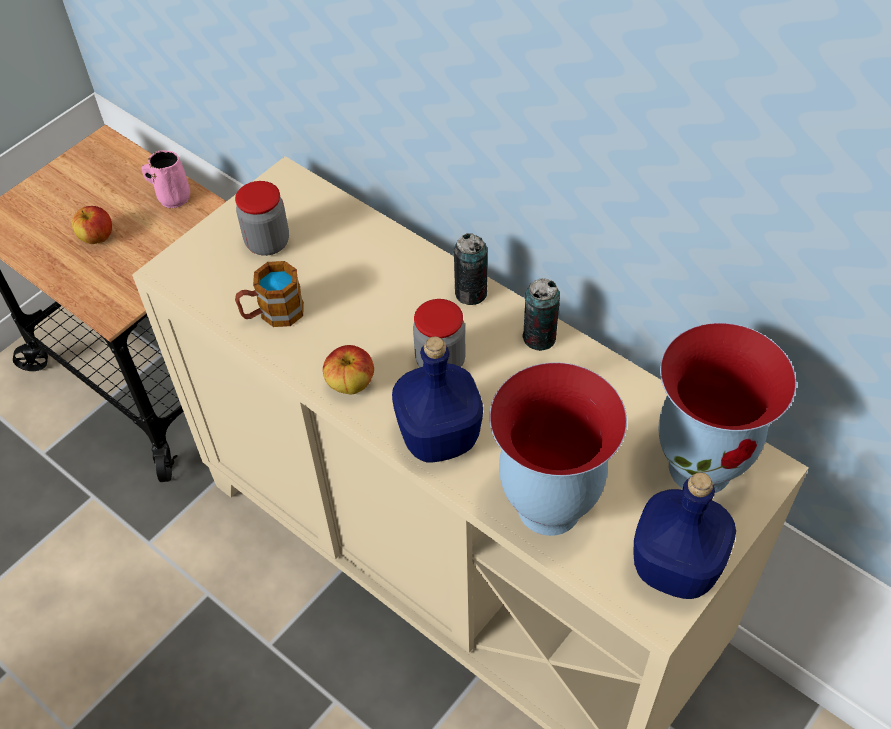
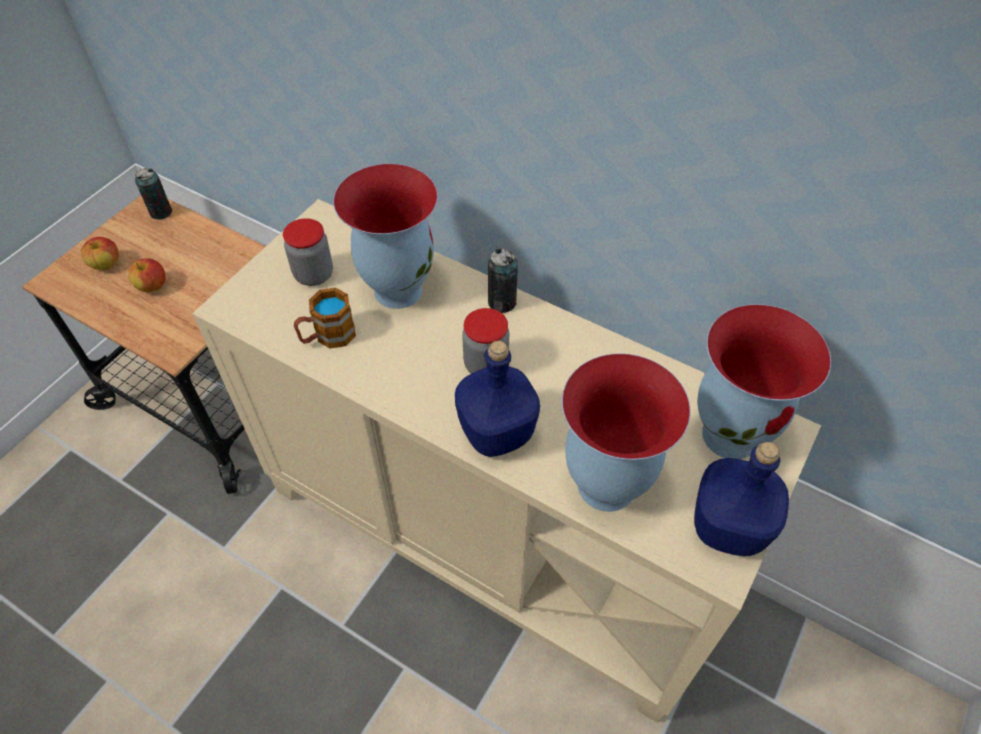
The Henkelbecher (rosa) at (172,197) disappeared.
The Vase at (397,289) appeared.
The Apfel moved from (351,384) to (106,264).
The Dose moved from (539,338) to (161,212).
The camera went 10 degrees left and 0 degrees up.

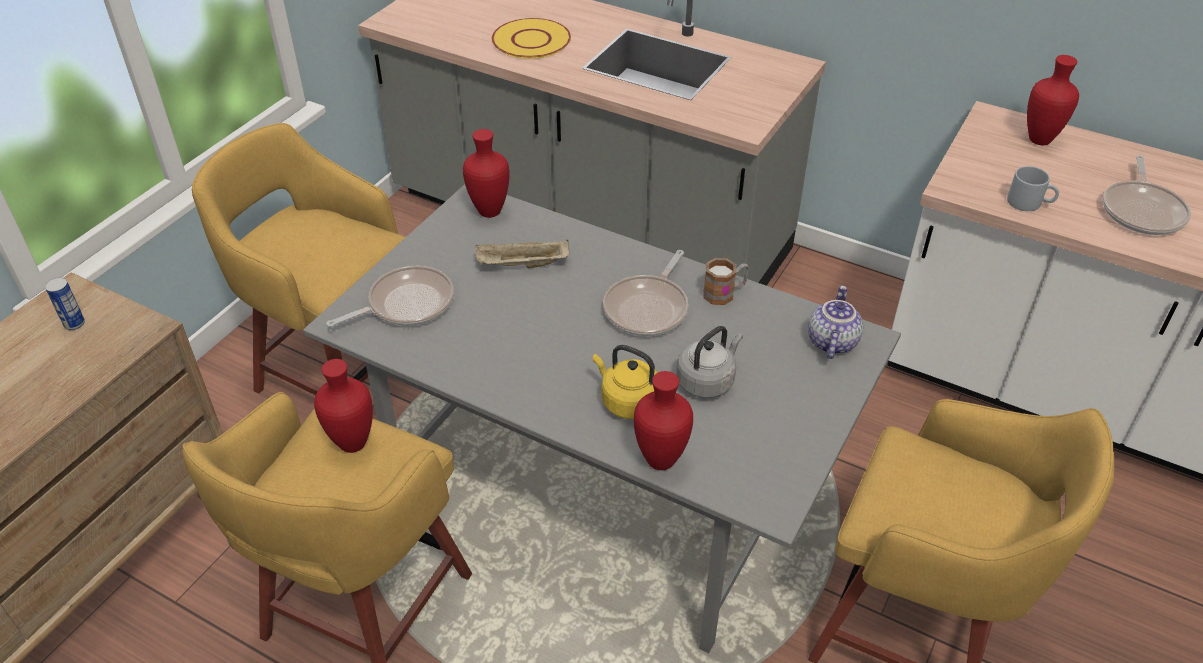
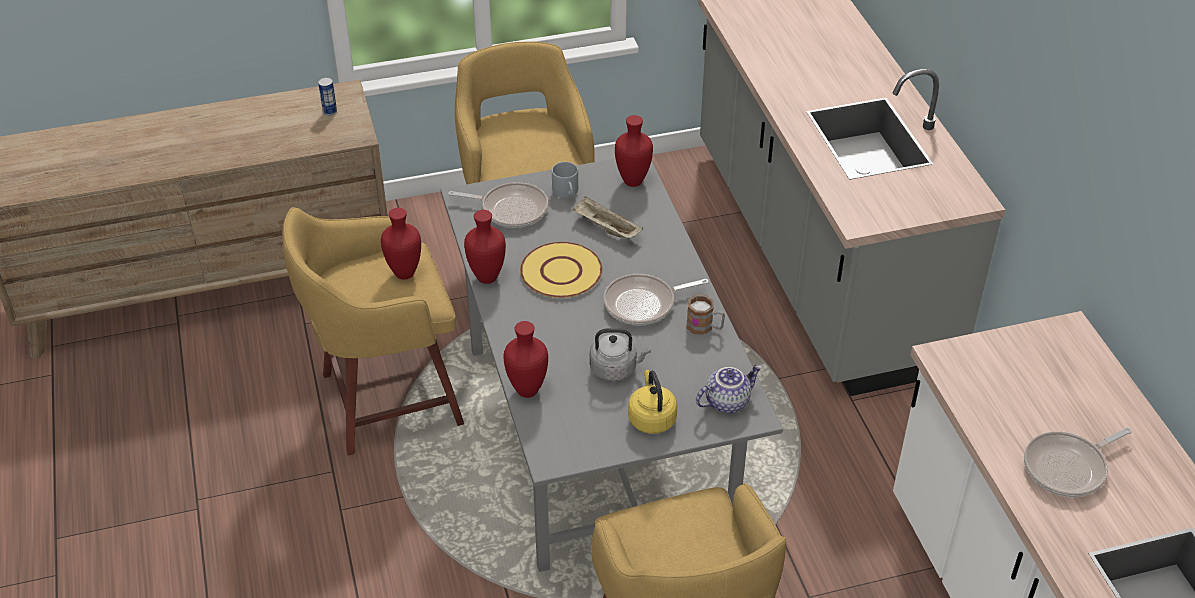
The Teller (gelb) moved from (531,40) to (561,271).
The Wasserkessel (gelb) moved from (627,401) to (651,418).
The Henkelbecher (grau) moved from (1030,203) to (567,192).
The Vase (rot) moved from (1039,139) to (488,277).
The camera went 45 degrees right and 0 degrees up.

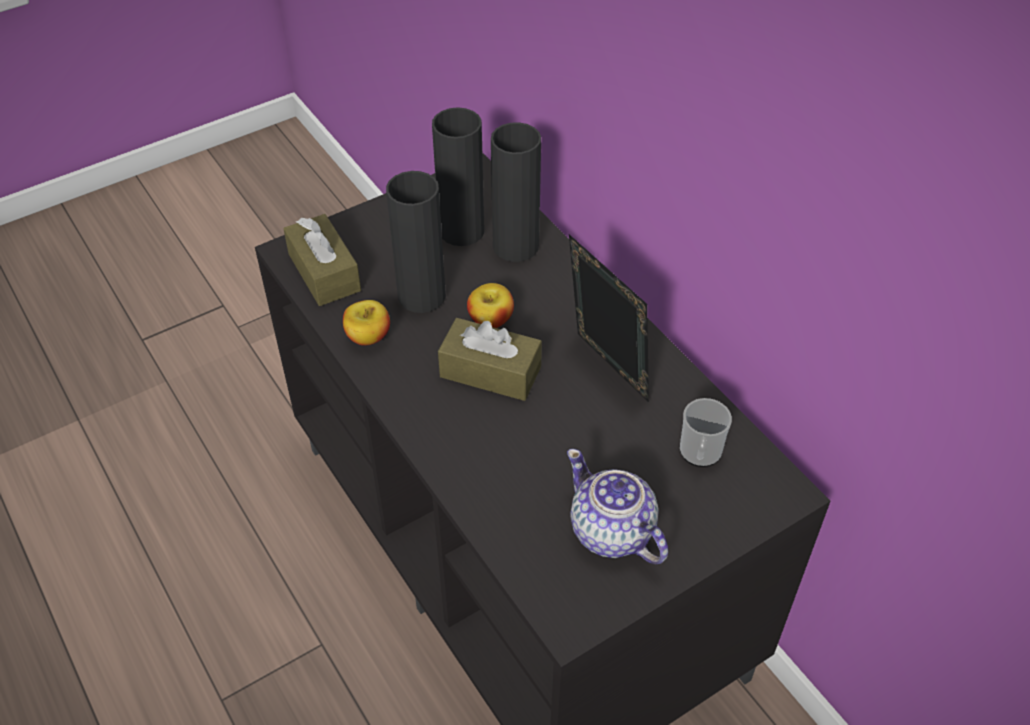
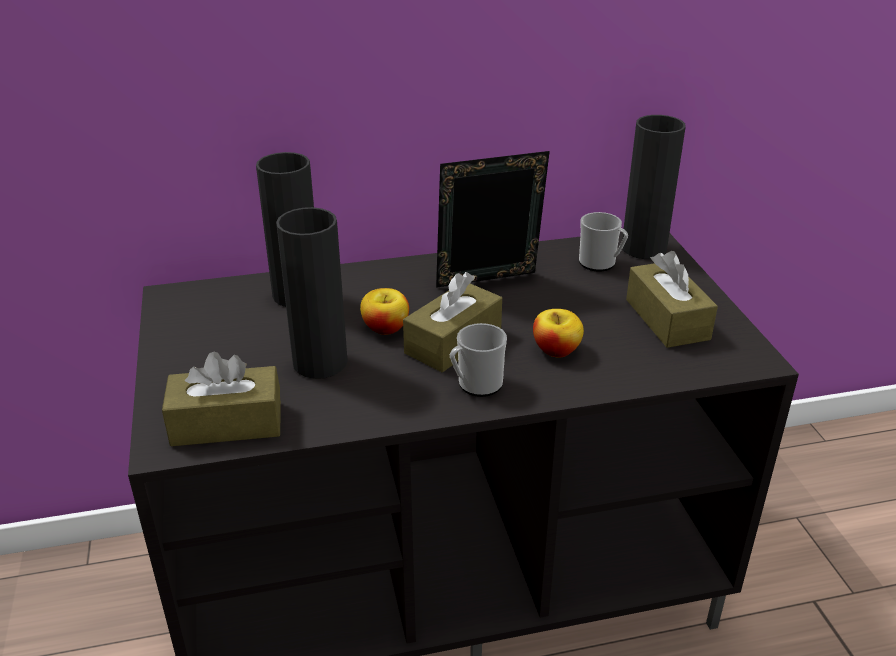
The Henkelbecher at (476,385) appeared.
The Apfel moved from (368,337) to (556,350).
The Vase (schwarz) moved from (461,231) to (643,248).
The Teekanne at (612,532) was replaced by the Taschentuchbox (braun) at (667,319).
The camera went 70 degrees left and 15 degrees down.

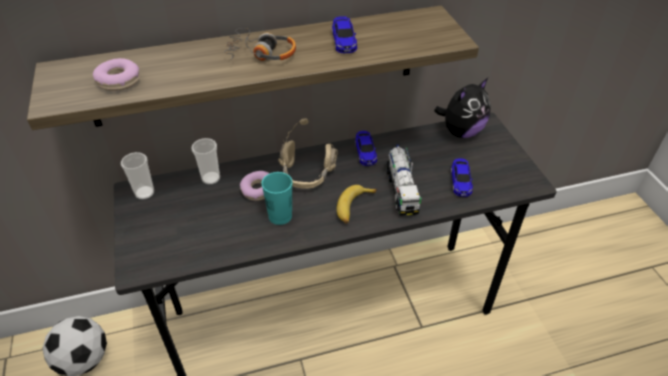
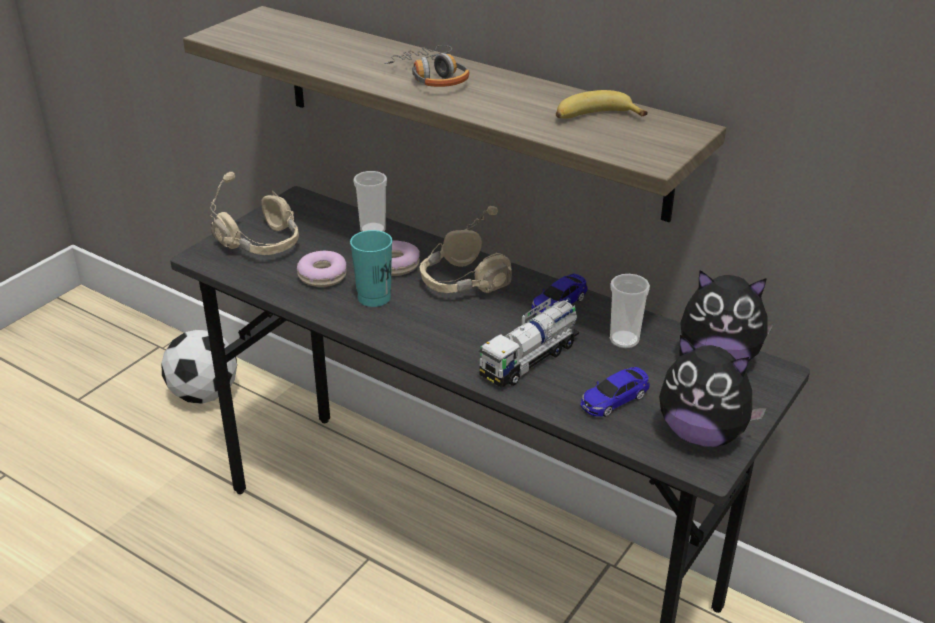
The Spielzeugauto at (344,41) disappeared.
The Kopfhörer (beige) at (263,244) appeared.
The Plüschtier at (702,434) appeared.
The Donut moved from (118,81) to (322,276).
The Tasse moved from (144,193) to (624,340).
The Banane moved from (353,207) to (595,117).
The camera went 50 degrees right and 10 degrees down.

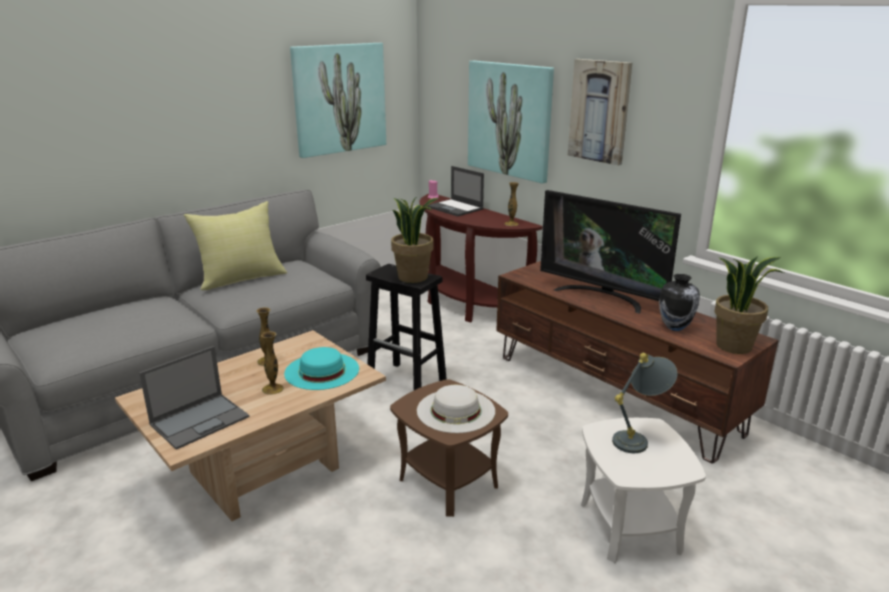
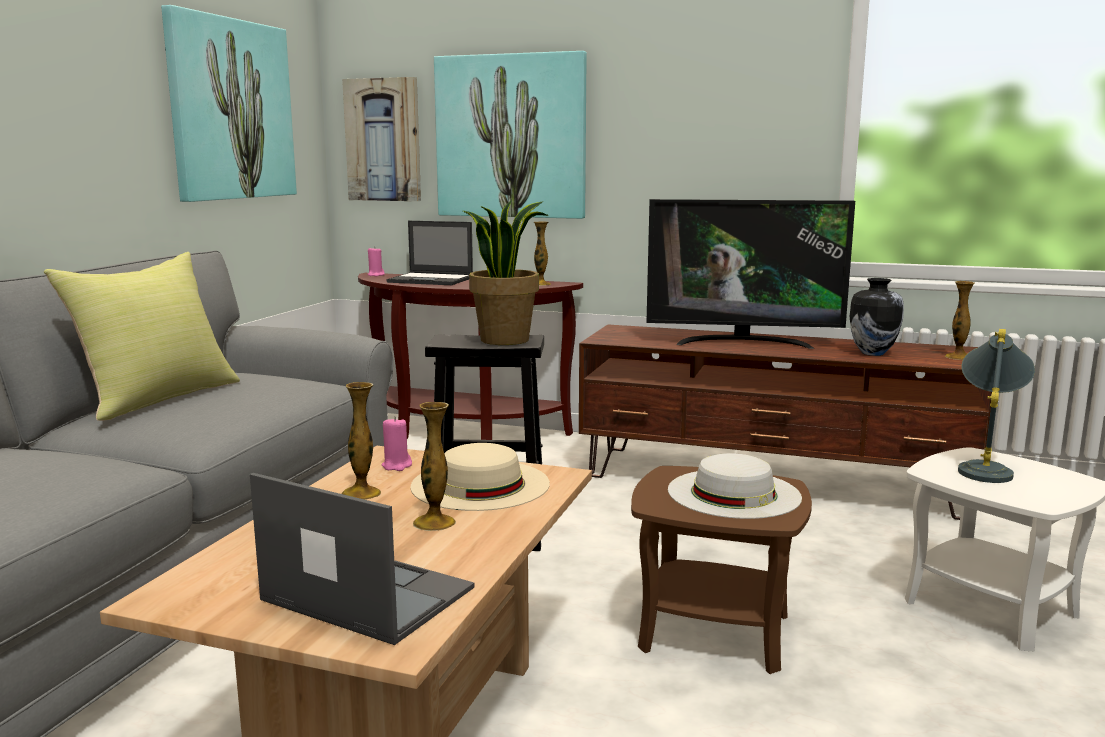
The Kerze (rosa) at (397,466) appeared.
The Bild moved from (599,111) to (383,140).
The Topfpflanze at (734,346) was replaced by the Vase at (958,357).
The Hut (türkis) at (322,371) became the Hut (beige) at (480,484).
The Laptop at (200,420) turned 75 degrees counterclockwise.
The camera went 30 degrees left and 10 degrees down.

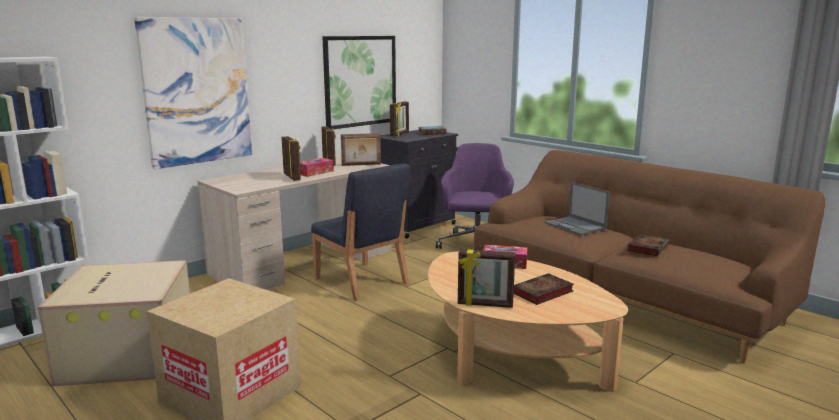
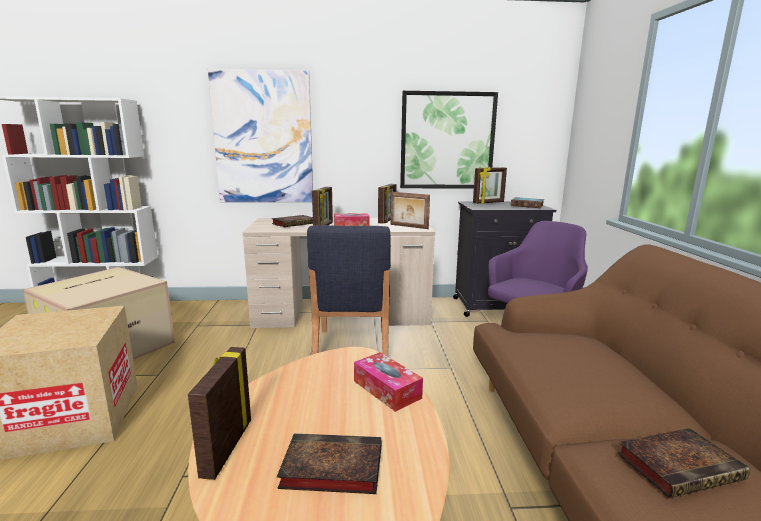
The Laptop at (575,226) disappeared.
The Buch at (294,223) appeared.
The Bilderrahmen at (485,305) turned 45 degrees clockwise.
The camera went 40 degrees right and 0 degrees up.

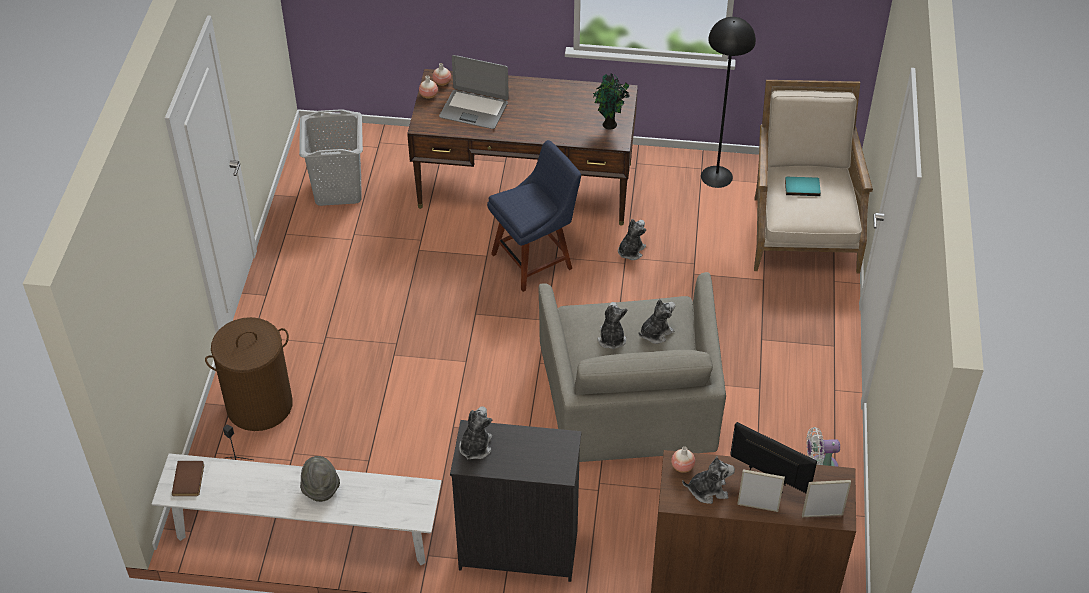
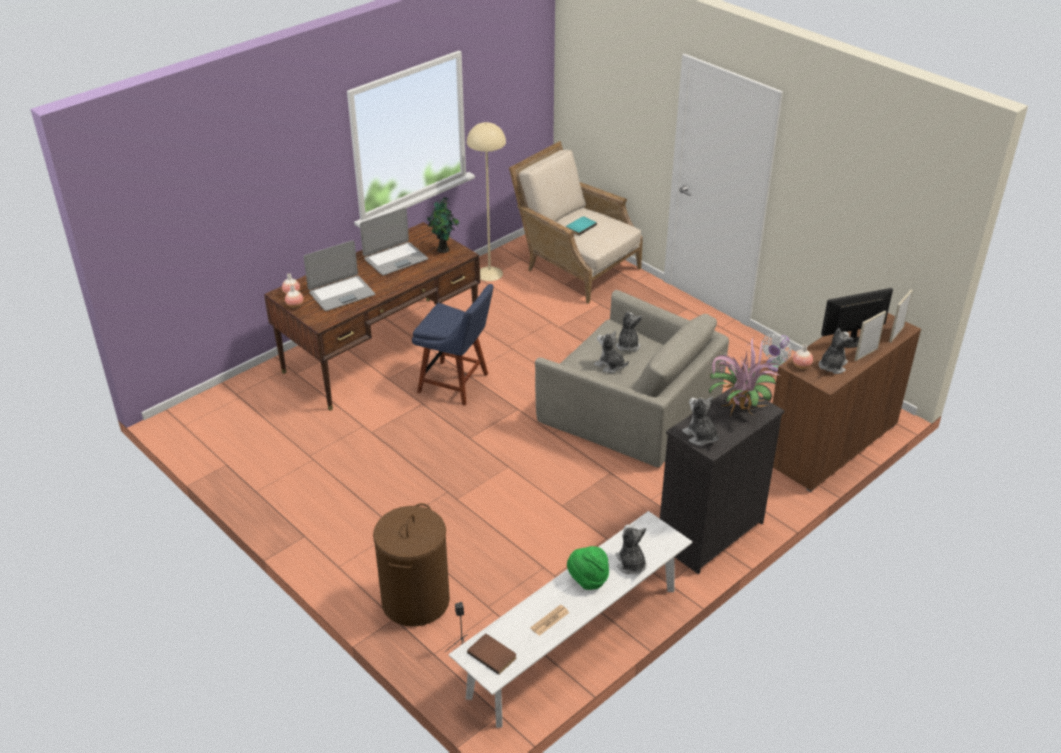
The Wäschekorb (grau) at (338,189) disappeared.
The Laptop at (395,259) appeared.
The Zeitung at (549,620) appeared.
The Topfpflanze at (738,409) appeared.
The Plüschtier moved from (630,251) to (630,564).
The Hut (grau) at (320,488) became the Hut (grün) at (588,579).
The Stehlampe (schwarz) at (716,176) became the Stehlampe (beige) at (489,273).
The Stuhl (blau) at (535,259) turned 105 degrees clockwise.
The camera went 50 degrees left and 10 degrees down.

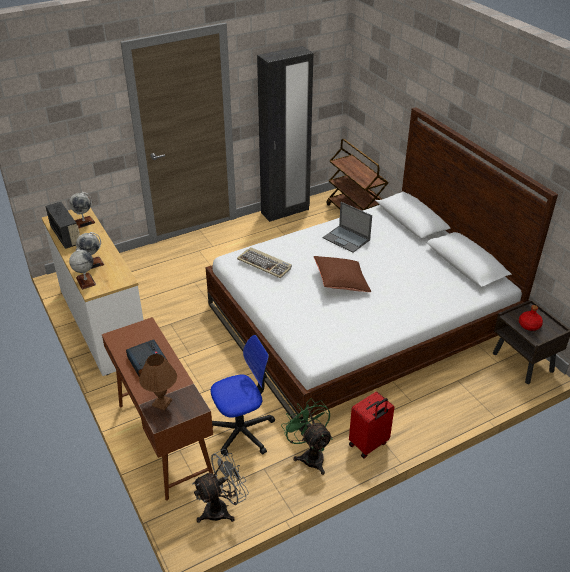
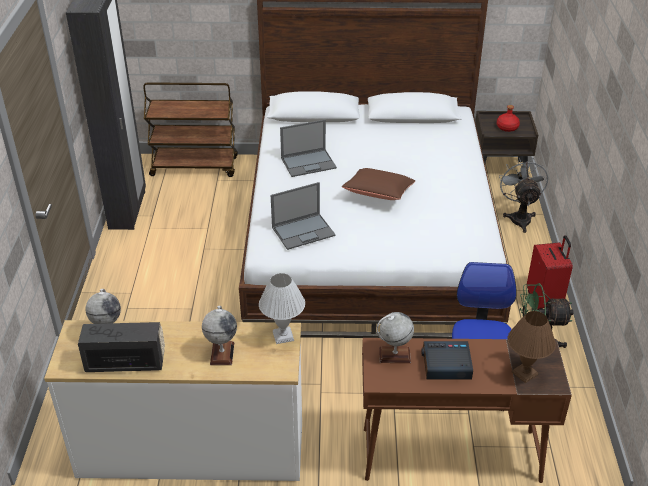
The Tischlampe (weiß) at (283,336) appeared.
The Globus moved from (85,281) to (394,355).
The Ventilator (grau) moved from (222,508) to (519,217).
The Tastatur at (265,264) was replaced by the Laptop at (304,231).
The camera went 60 degrees left and 0 degrees up.

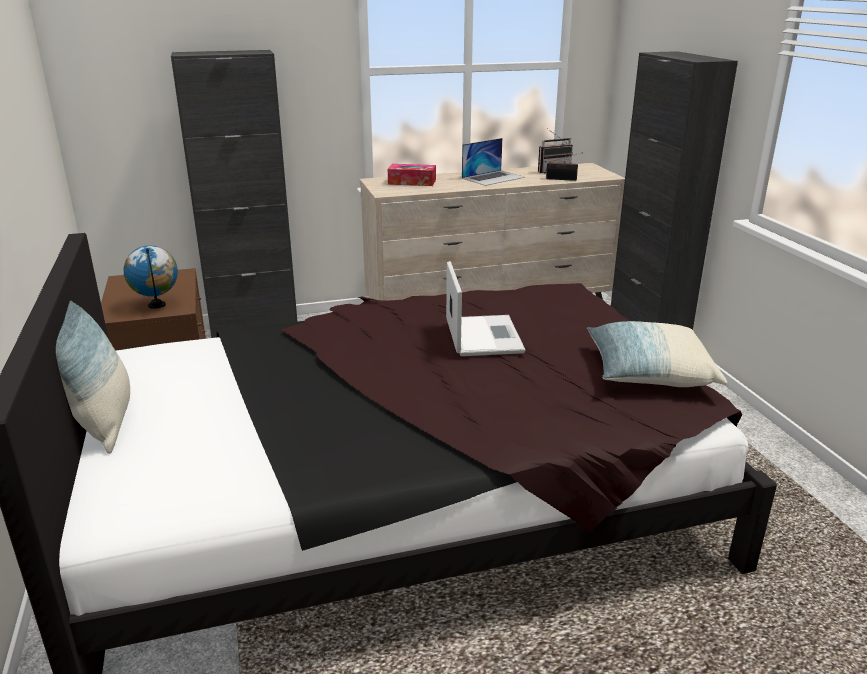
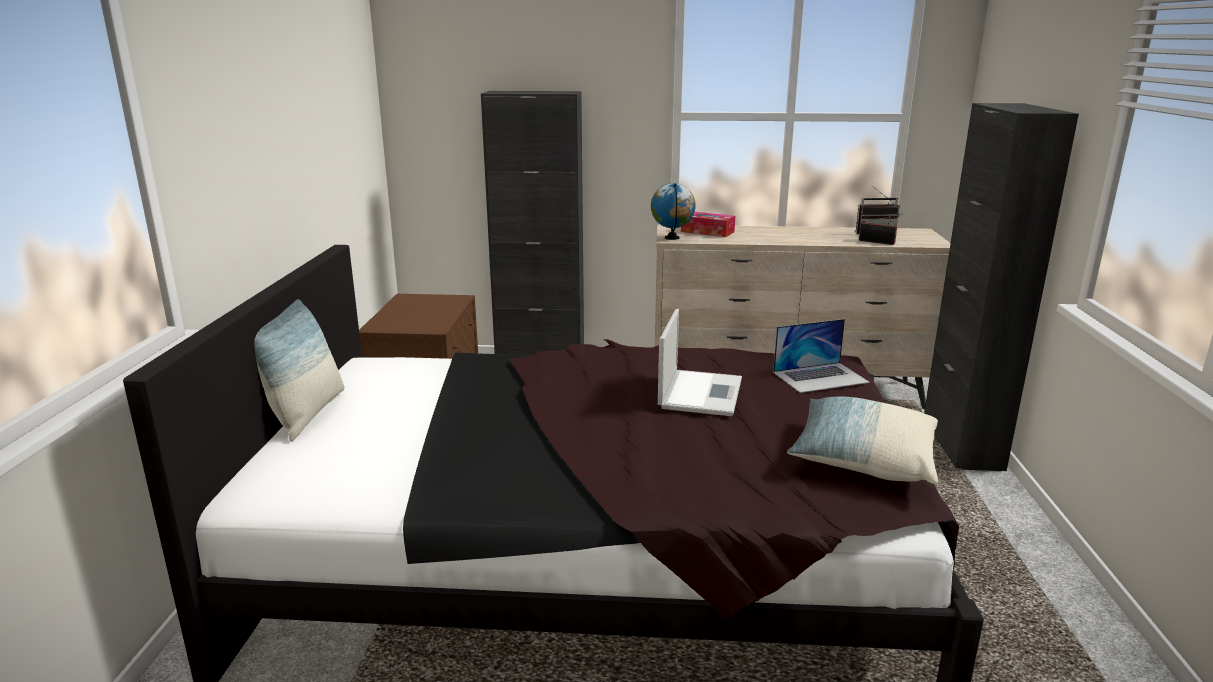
The Globus moved from (157,305) to (672,238).
The Laptop moved from (493,178) to (820,377).
The camera went 20 degrees right and 5 degrees down.

